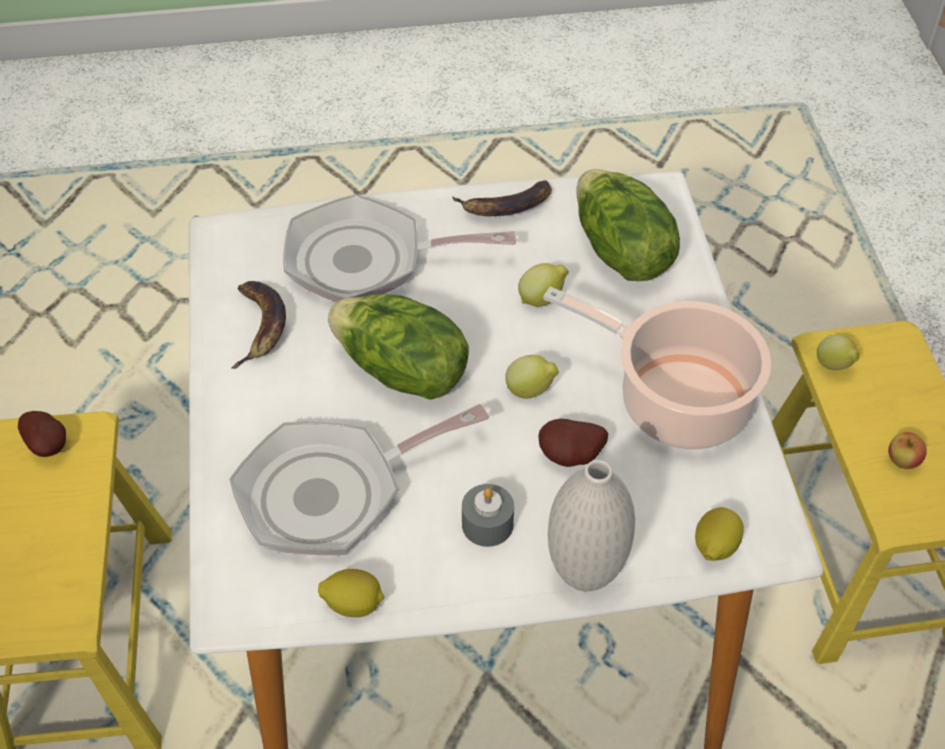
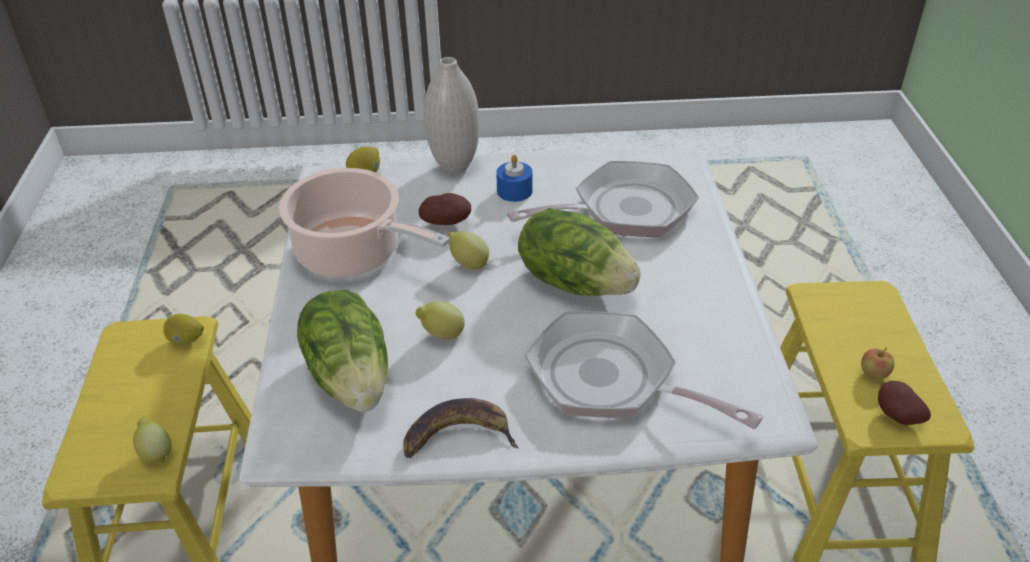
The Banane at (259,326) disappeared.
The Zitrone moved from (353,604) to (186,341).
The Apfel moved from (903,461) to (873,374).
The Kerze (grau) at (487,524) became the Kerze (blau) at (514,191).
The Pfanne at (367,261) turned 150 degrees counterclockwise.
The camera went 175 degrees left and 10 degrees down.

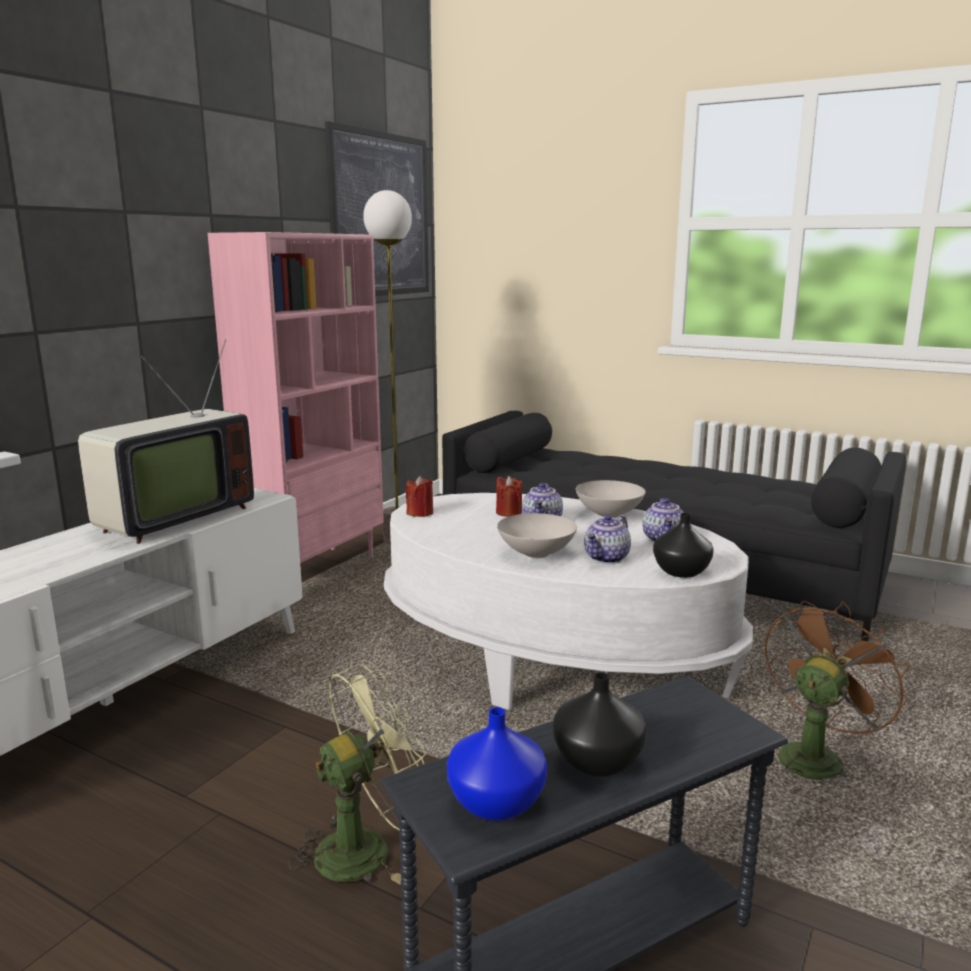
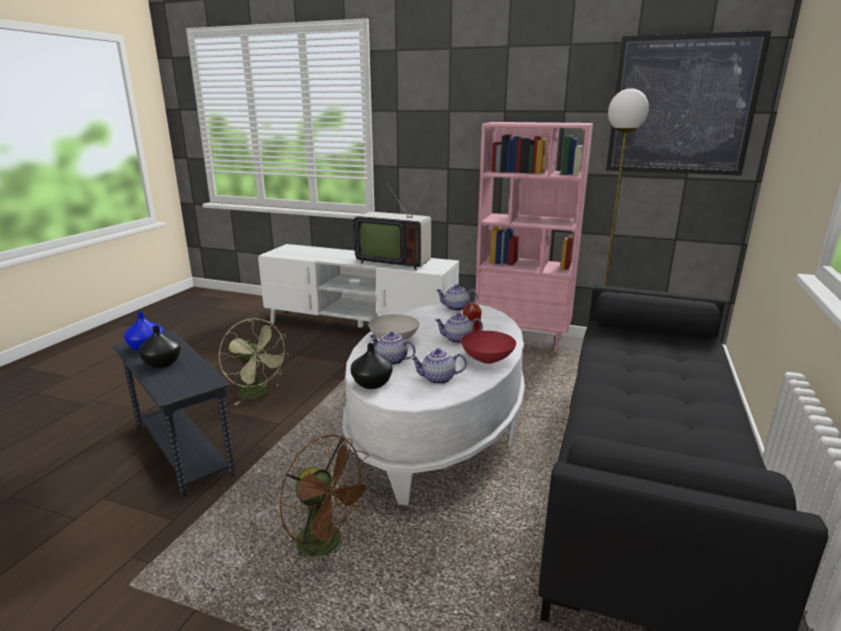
The Kerze (rot) at (420,513) was replaced by the Teekanne at (456,308).
The Schüssel (weiß) at (608,514) became the Schüssel (rot) at (488,359).
The camera went 80 degrees right and 5 degrees up.

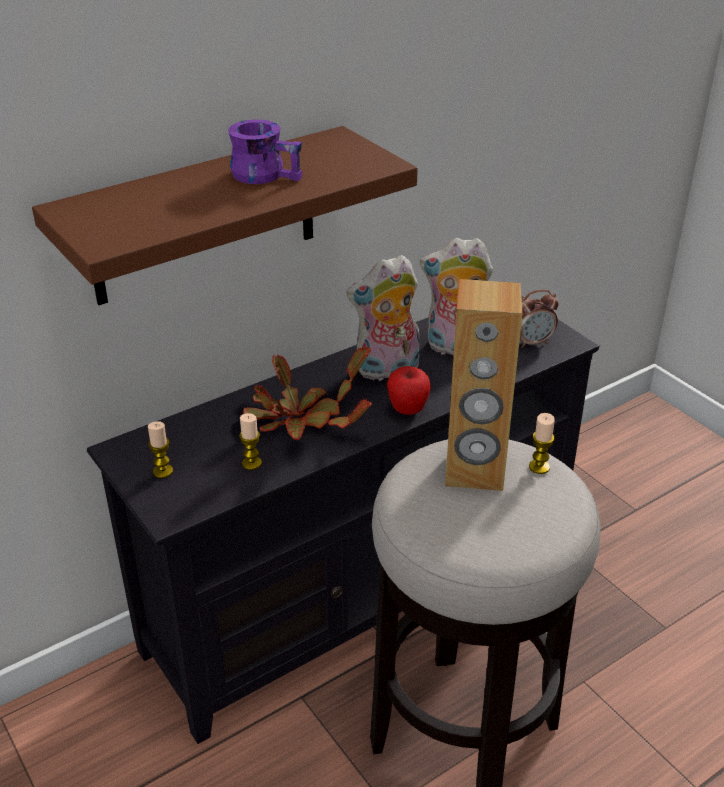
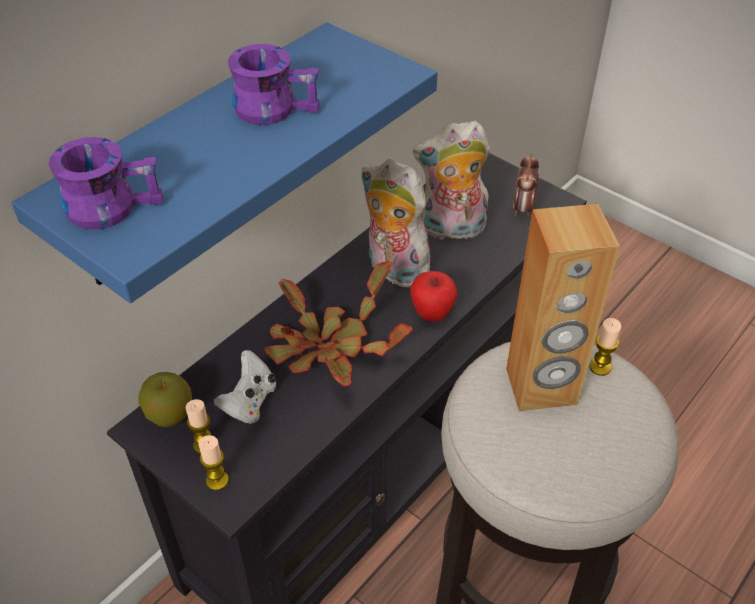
The Henkelbecher (lila) at (112,203) appeared.
The Apfel at (170,415) appeared.
The Gamepad (weiß) at (250,402) appeared.
The Kerze moved from (252,463) to (217,480).
The Wandregal (braun) at (204,217) became the Wandregal (blau) at (198,158).
The Plüschtier at (387,371) turned 75 degrees clockwise.
The Wecker at (532,342) turned 135 degrees clockwise.
The camera went 15 degrees left and 10 degrees up.

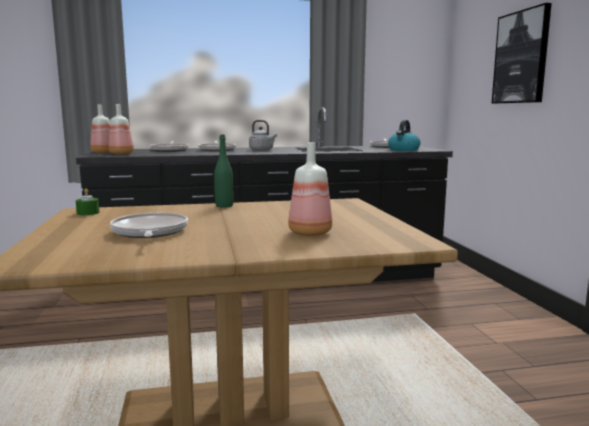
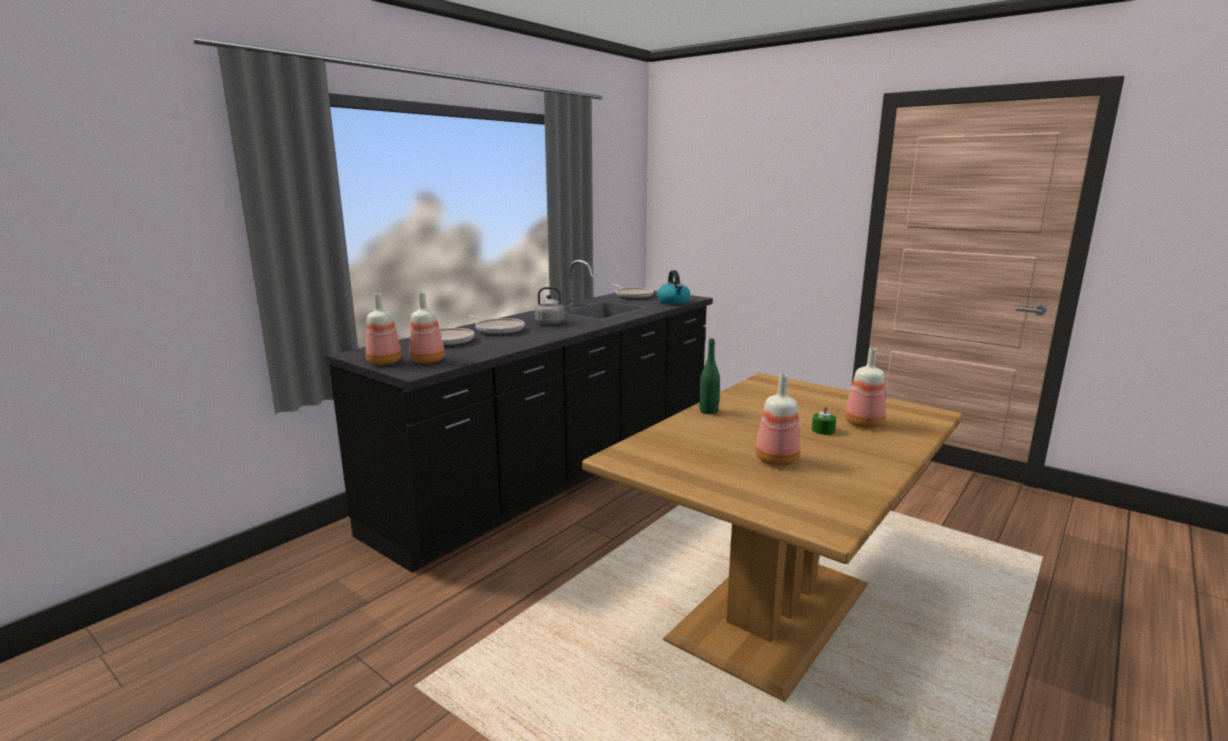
The Bild at (521,57) disappeared.
The Kerze (grün) moved from (88,213) to (823,430).
The Pfanne at (149,232) was replaced by the Flasche at (777,460).
The camera went 40 degrees left and 5 degrees up.

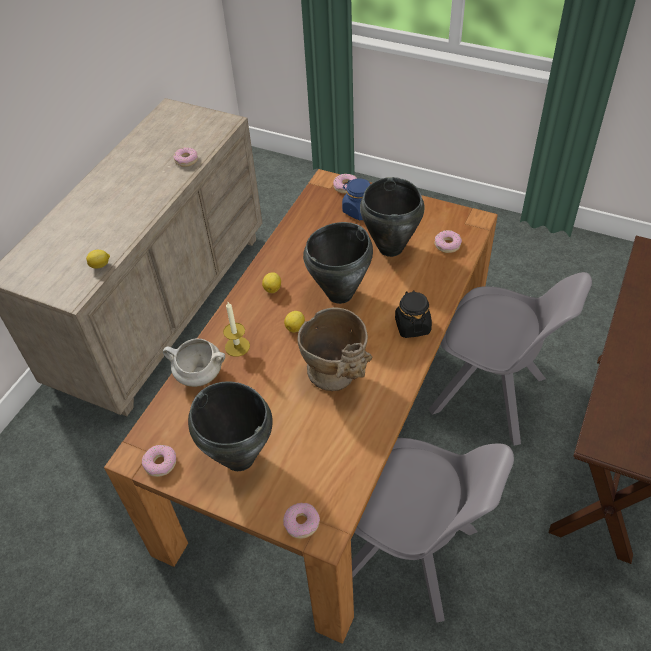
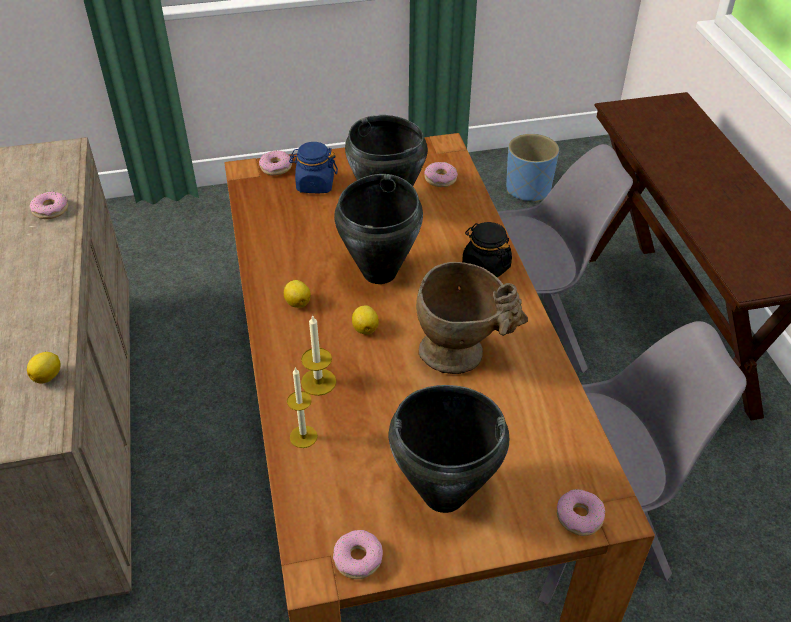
The Pflanzkübel (blau) at (528,189) appeared.
The Kochtopf (weiß) at (198,375) was replaced by the Kerze at (303,436).
The camera went 40 degrees left and 5 degrees down.

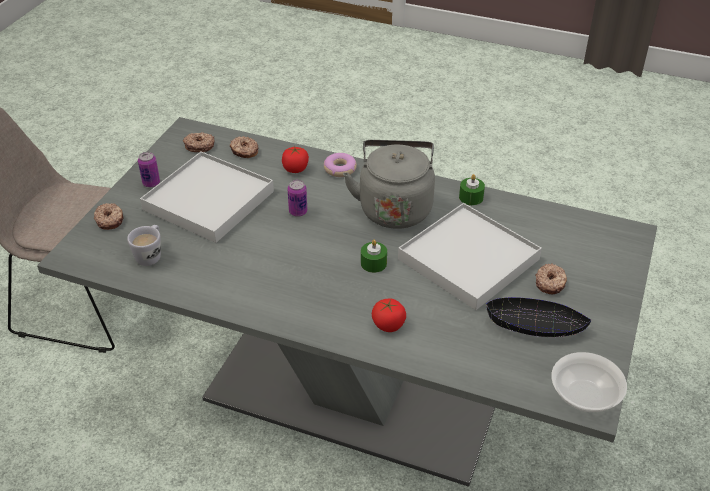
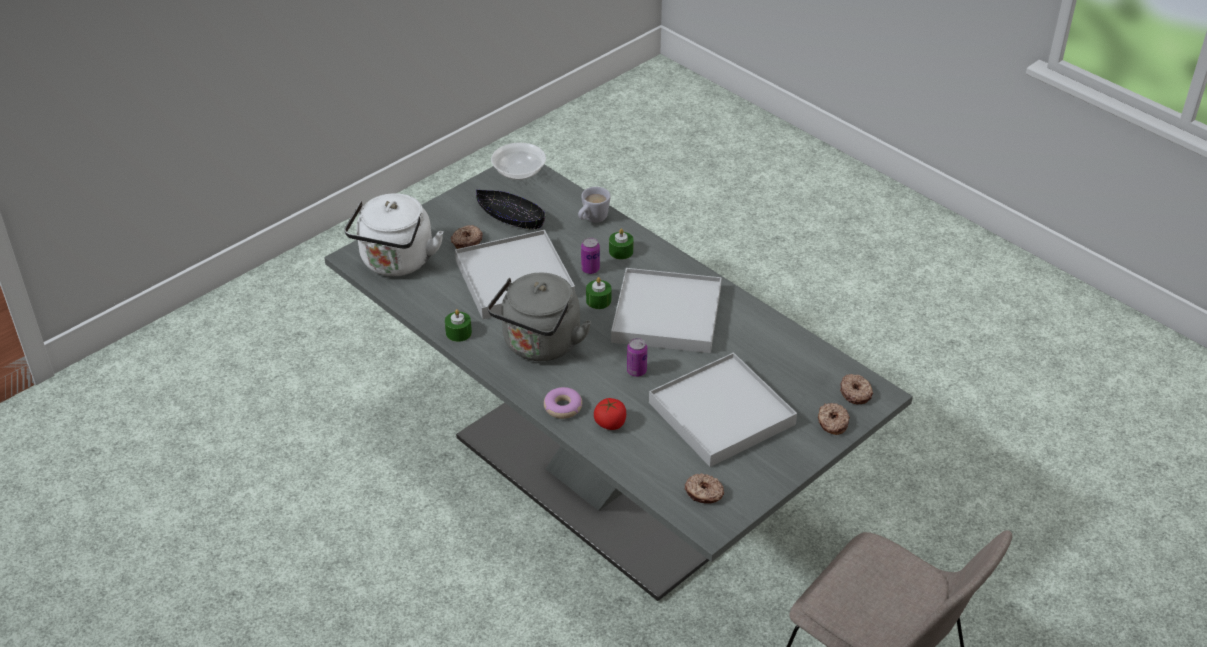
The Wasserkessel (weiß) at (396,263) appeared.
The Tablett (weiß) at (667,315) appeared.
The Henkelbecher (weiß) moved from (151,255) to (592,220).
The Dose moved from (151,183) to (590,269).
The Donut moved from (244,151) to (856,393).
The Tomate at (388,324) was replaced by the Kerze (grün) at (621,251).
The camera went 155 degrees left and 0 degrees up.

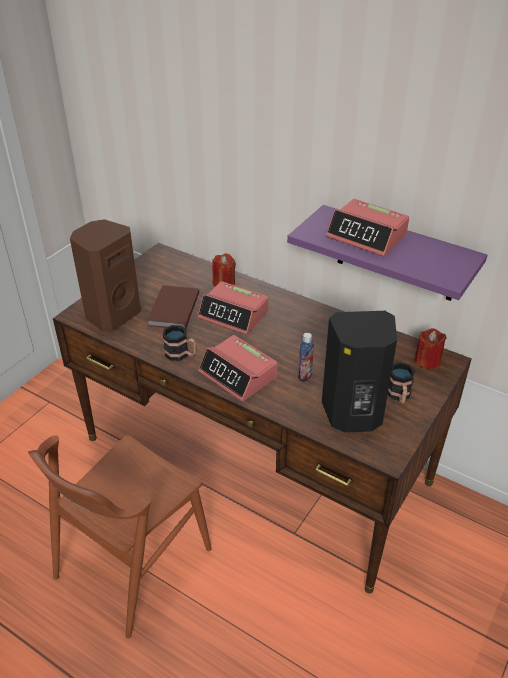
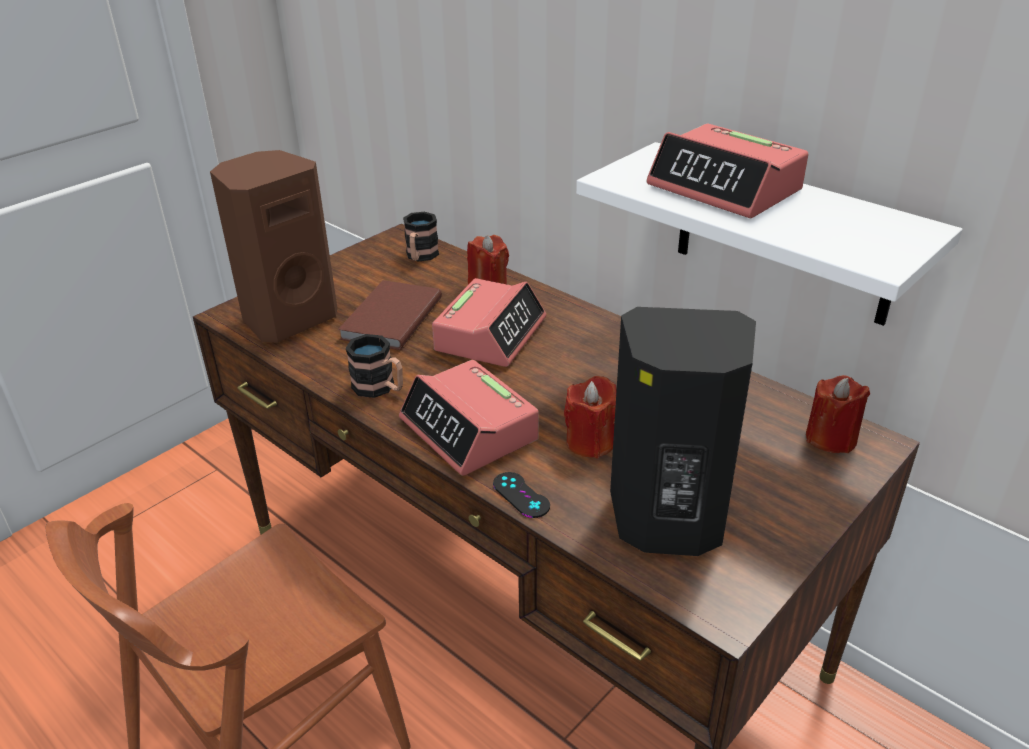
The Gamepad (schwarz) at (521,495) appeared.
The Henkelbecher moved from (399,396) to (420,257).
The Flasche at (305,375) was replaced by the Kerze (rot) at (590,442).
The Wandregal (lila) at (396,254) became the Wandregal (weiß) at (784,234).
The Wecker at (234,315) turned 105 degrees counterclockwise.
The camera went 10 degrees right and 5 degrees down.

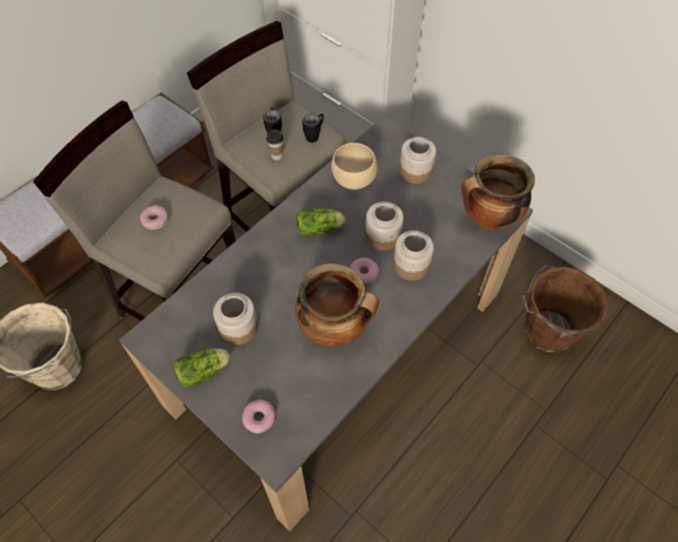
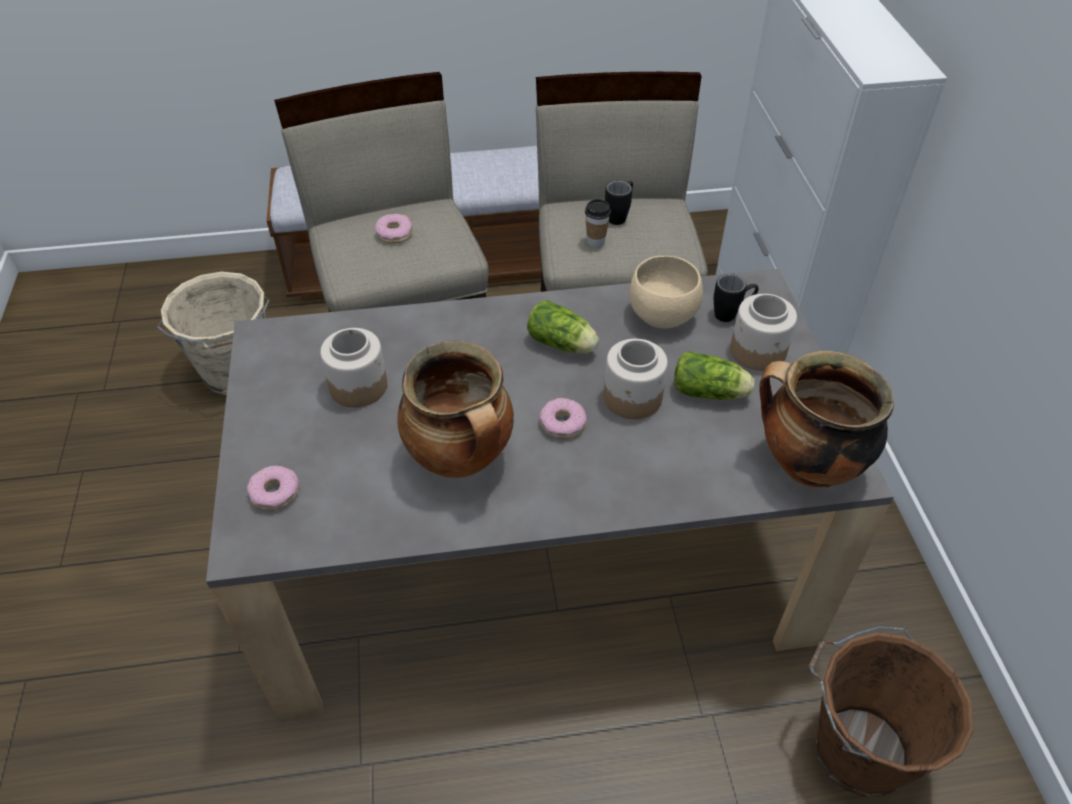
The Vorratsglas at (410,265) disappeared.
The Salatkopf moved from (205,371) to (711,392).
The Henkelbecher (schwarz) moved from (315,135) to (731,314).
The camera went 40 degrees right and 10 degrees down.

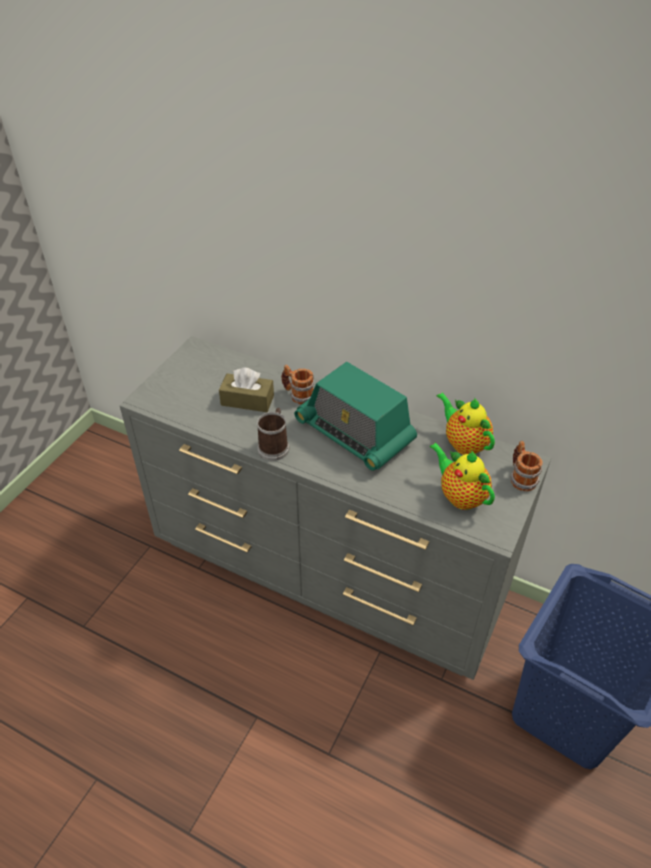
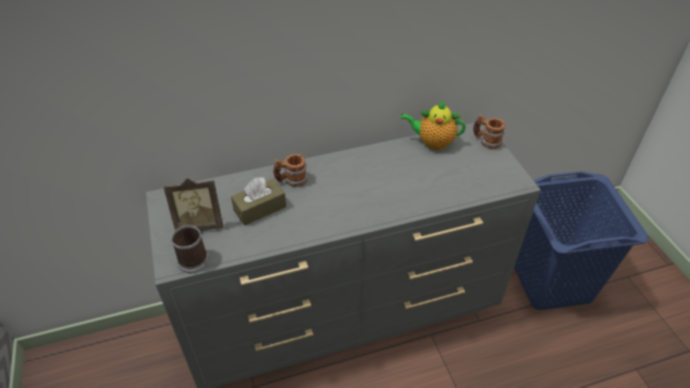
The Radio at (355,433) disappeared.
The Teekanne at (460,496) disappeared.
The Bilderrahmen at (200,224) appeared.
The Henkelbecher moved from (274,446) to (192,258).
The camera went 45 degrees left and 0 degrees up.

